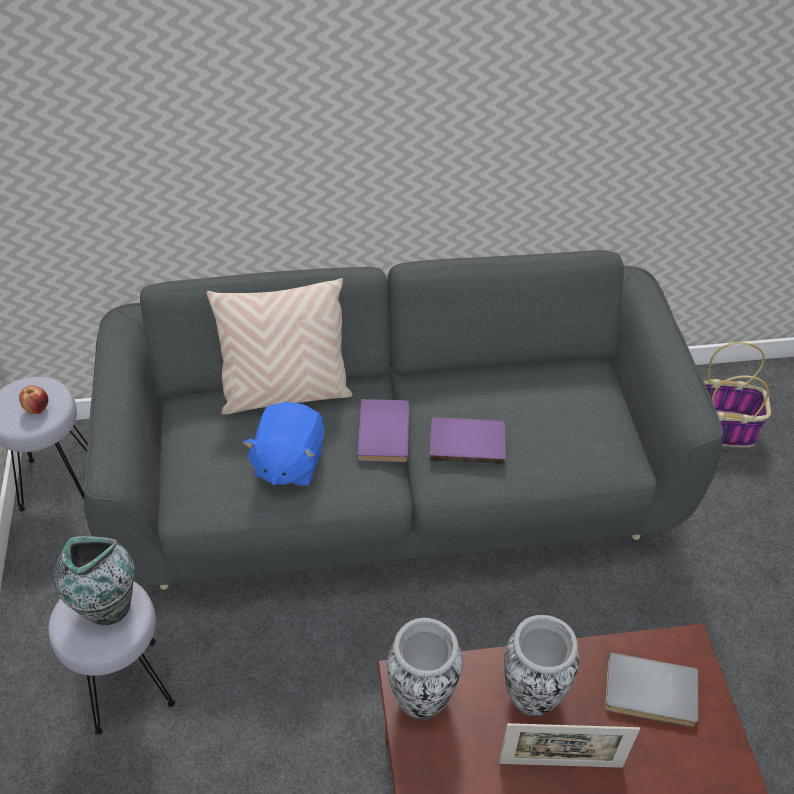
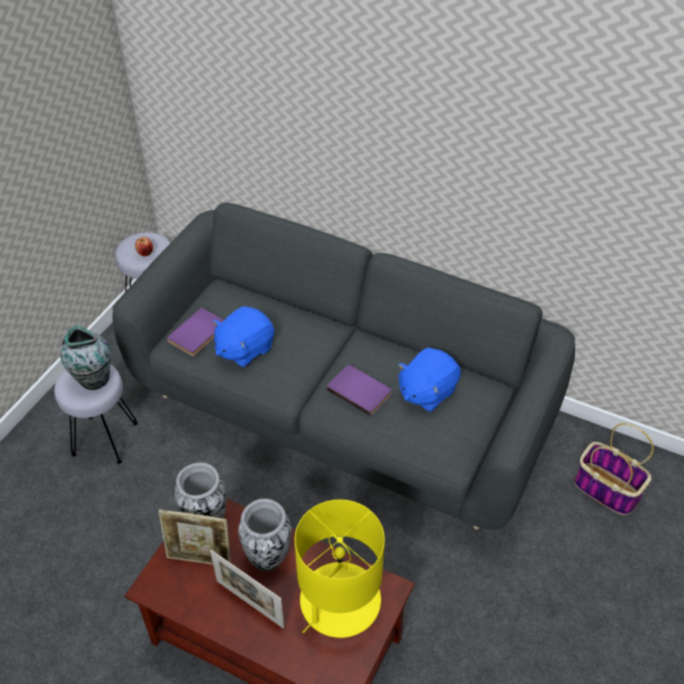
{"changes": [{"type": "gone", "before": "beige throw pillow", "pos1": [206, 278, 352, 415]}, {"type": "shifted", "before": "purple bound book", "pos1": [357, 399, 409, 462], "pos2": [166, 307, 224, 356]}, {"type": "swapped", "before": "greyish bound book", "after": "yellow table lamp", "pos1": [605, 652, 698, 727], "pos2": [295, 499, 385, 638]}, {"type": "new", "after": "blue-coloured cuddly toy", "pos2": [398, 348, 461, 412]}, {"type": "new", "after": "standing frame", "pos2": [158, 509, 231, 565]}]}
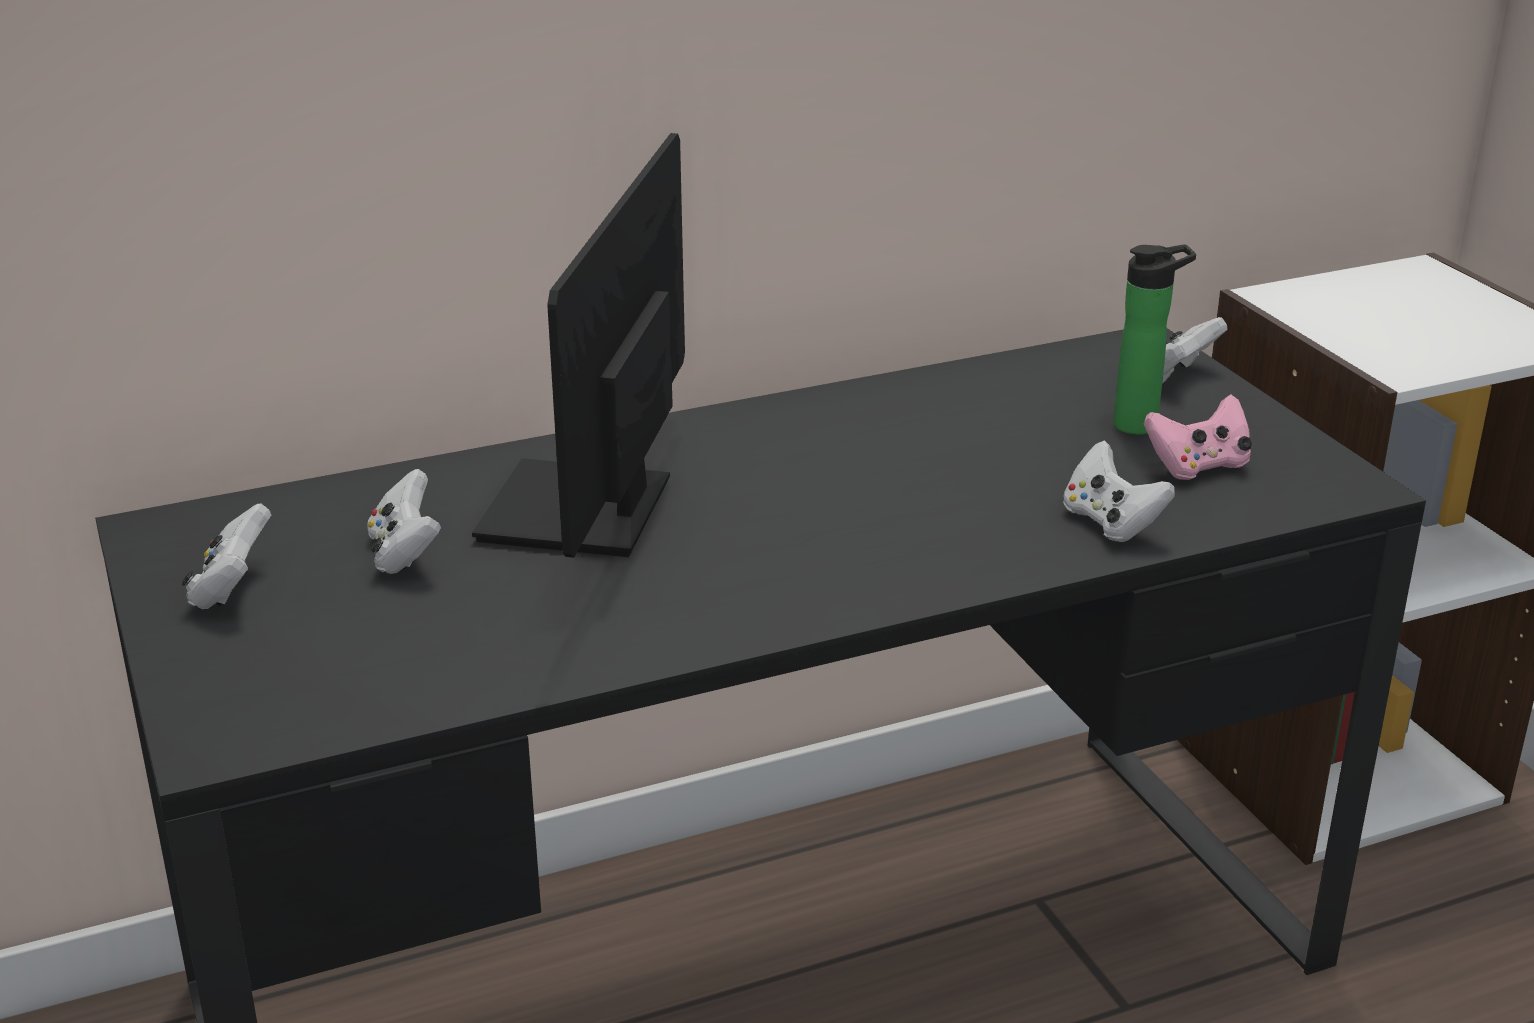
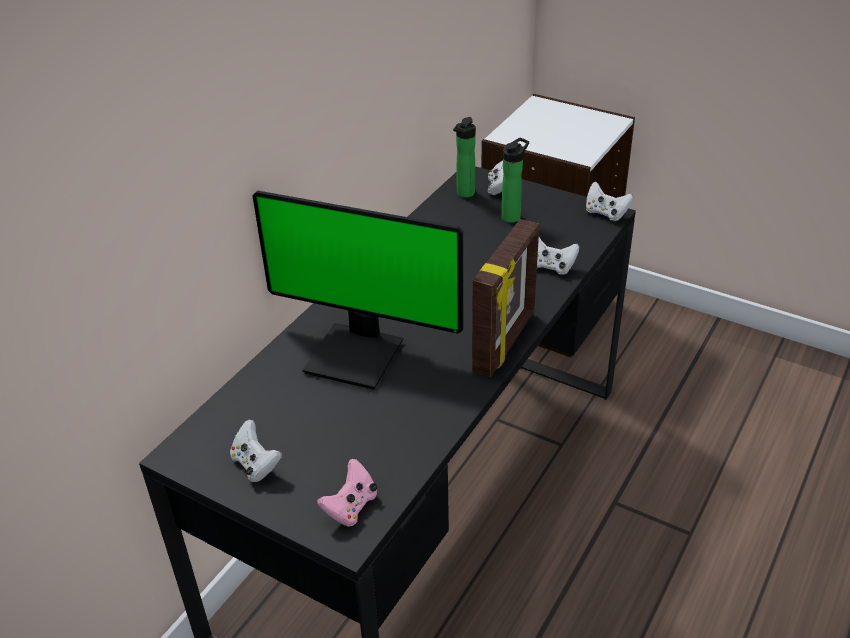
{"changes": [{"type": "rotated", "before": "monitor", "pos1": [472, 133, 685, 558], "pos2": [252, 190, 463, 390], "turn": -45}, {"type": "shifted", "before": "pinkish joypad", "pos1": [1144, 394, 1252, 480], "pos2": [317, 459, 377, 527]}, {"type": "shifted", "before": "white-coloured joypad", "pos1": [367, 469, 441, 574], "pos2": [586, 181, 634, 221]}, {"type": "new", "after": "beverage bottle", "pos2": [453, 117, 476, 198]}, {"type": "new", "after": "standing frame", "pos2": [472, 219, 539, 377]}]}
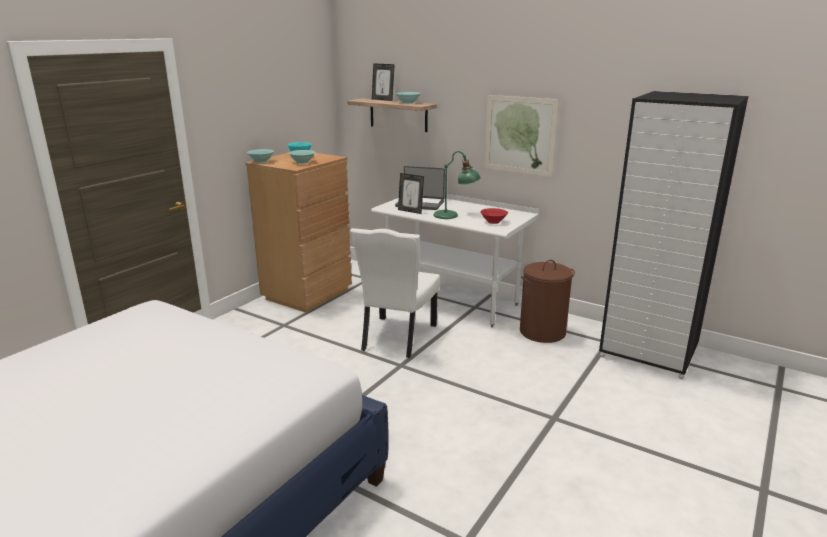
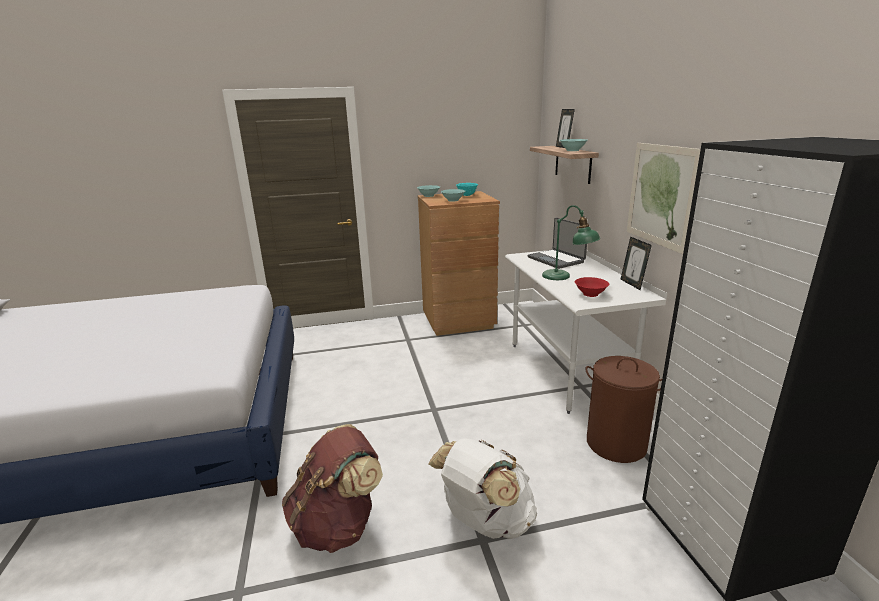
{"changes": [{"type": "shifted", "before": "standing frame", "pos1": [398, 173, 424, 214], "pos2": [620, 237, 652, 290]}, {"type": "gone", "before": "white-coloured upright chair", "pos1": [350, 228, 440, 358]}, {"type": "new", "after": "brown backpack", "pos2": [282, 424, 383, 553]}, {"type": "new", "after": "white-coloured backpack", "pos2": [429, 438, 537, 539]}]}
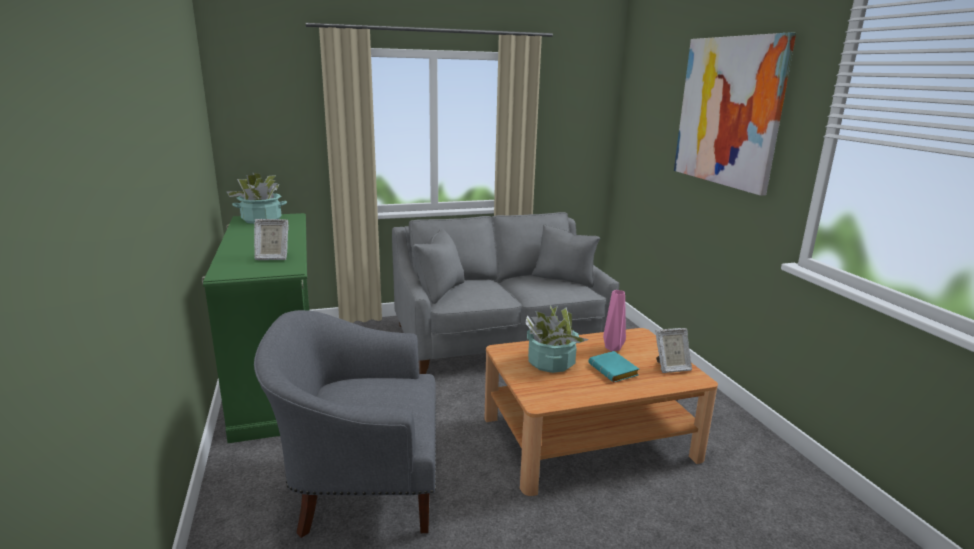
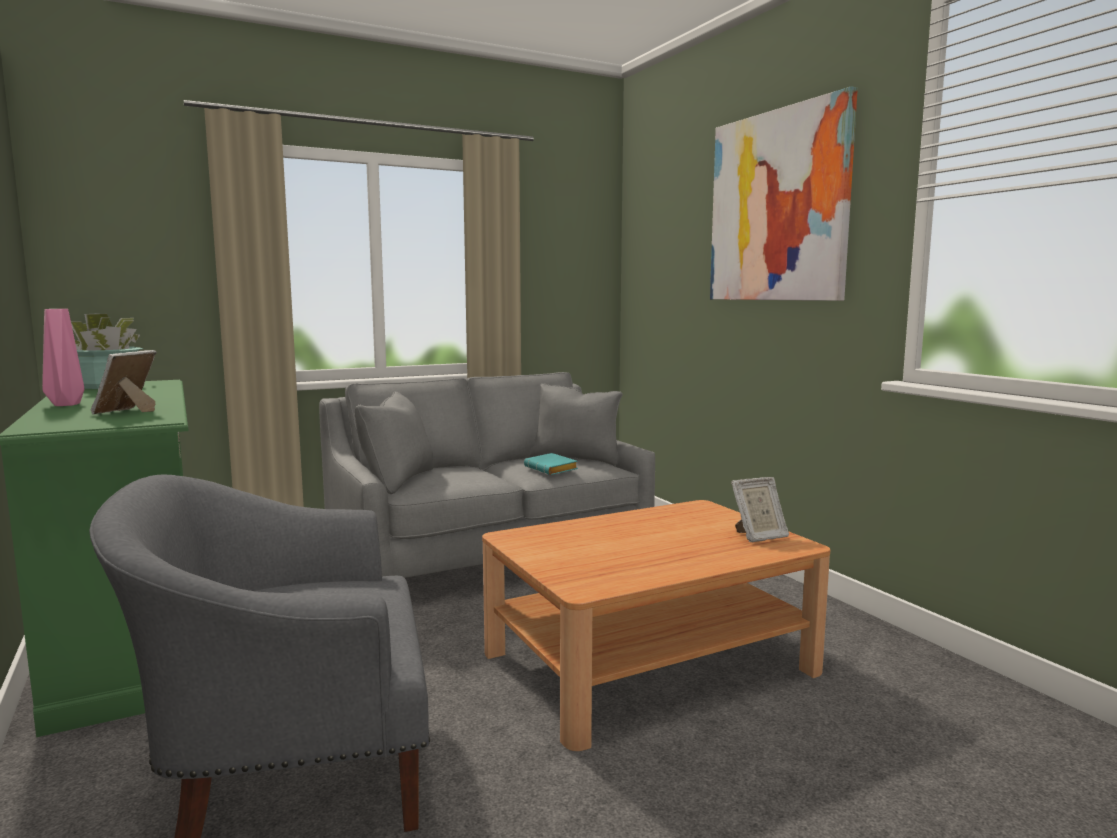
{"changes": [{"type": "rotated", "before": "standing frame", "pos1": [254, 219, 289, 260], "pos2": [91, 350, 157, 414], "turn": 120}, {"type": "shifted", "before": "pinkish flower vase", "pos1": [603, 290, 626, 351], "pos2": [42, 309, 84, 406]}, {"type": "gone", "before": "potted plant", "pos1": [525, 305, 589, 373]}, {"type": "shifted", "before": "turquoise bound book", "pos1": [589, 351, 639, 382], "pos2": [524, 453, 578, 475]}]}
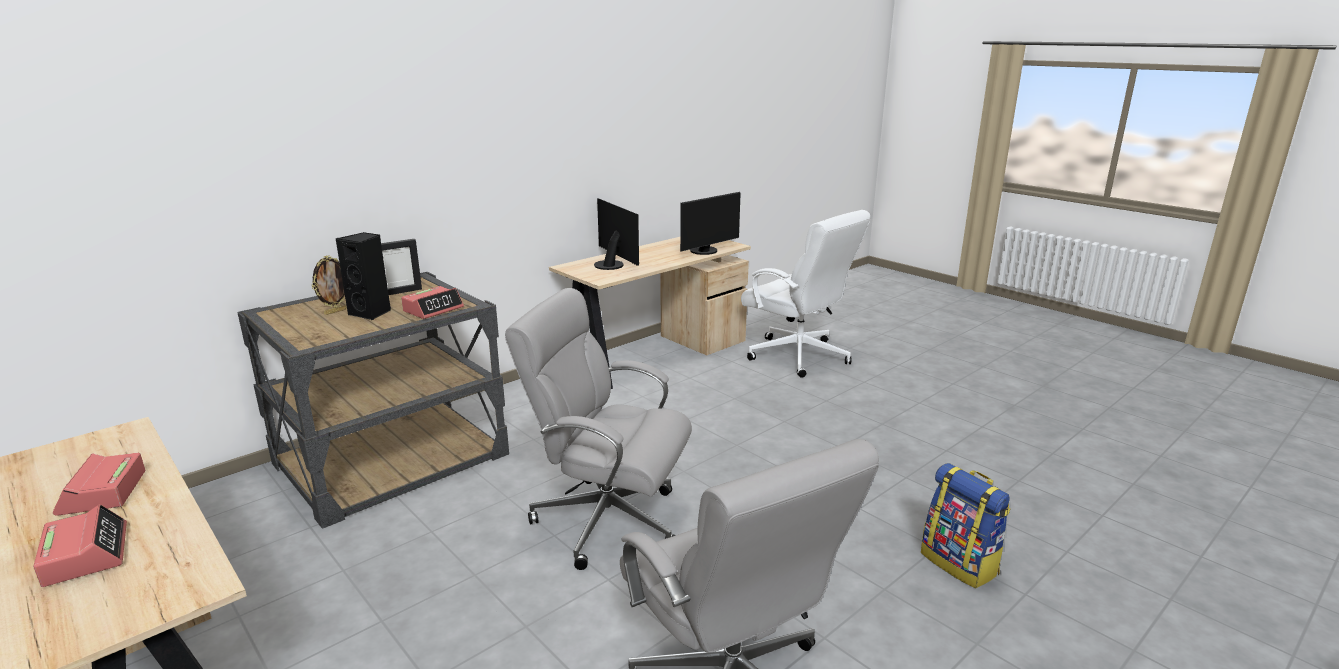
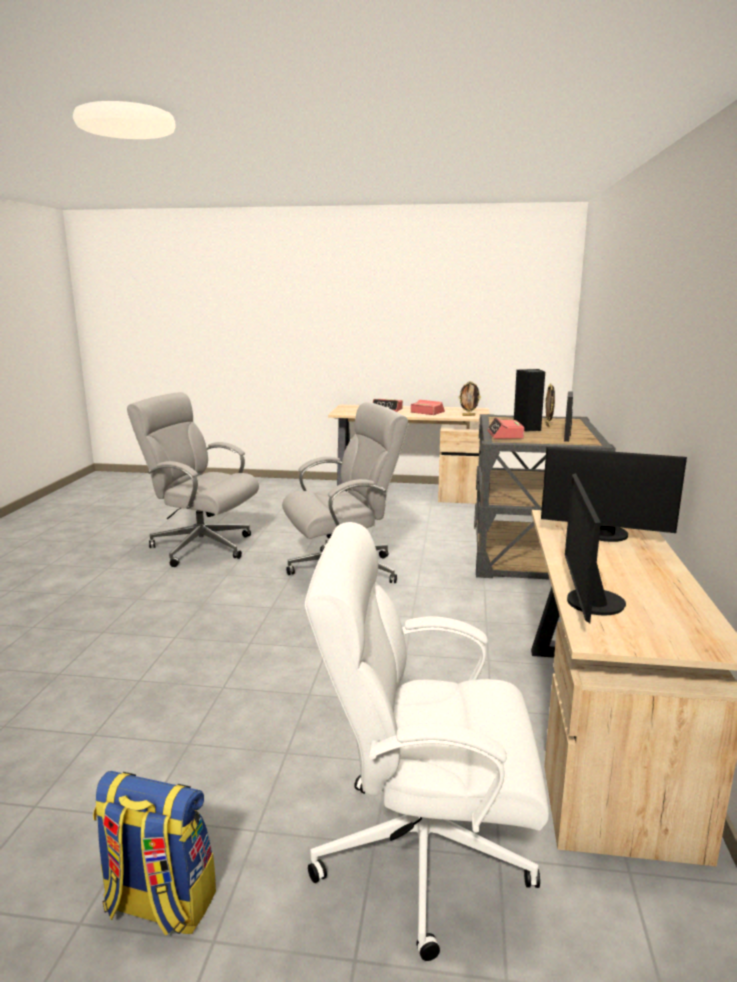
{"changes": [{"type": "shifted", "before": "backpack", "pos1": [921, 463, 1011, 589], "pos2": [93, 771, 216, 936]}, {"type": "new", "after": "standing frame", "pos2": [459, 381, 481, 416]}]}
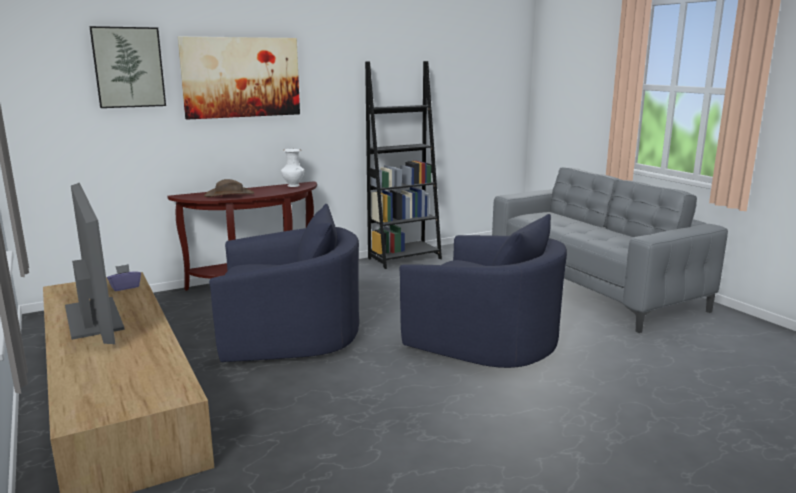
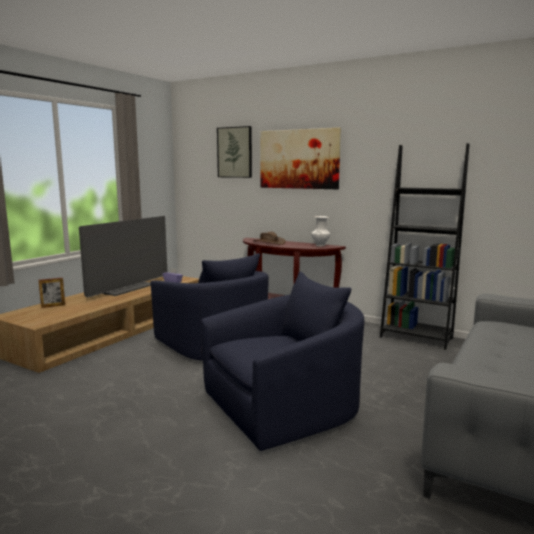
{"changes": [{"type": "rotated", "before": "blue-coloured armchair", "pos1": [399, 214, 567, 368], "pos2": [201, 272, 364, 451], "turn": -120}, {"type": "new", "after": "standing frame", "pos2": [38, 278, 65, 308]}]}
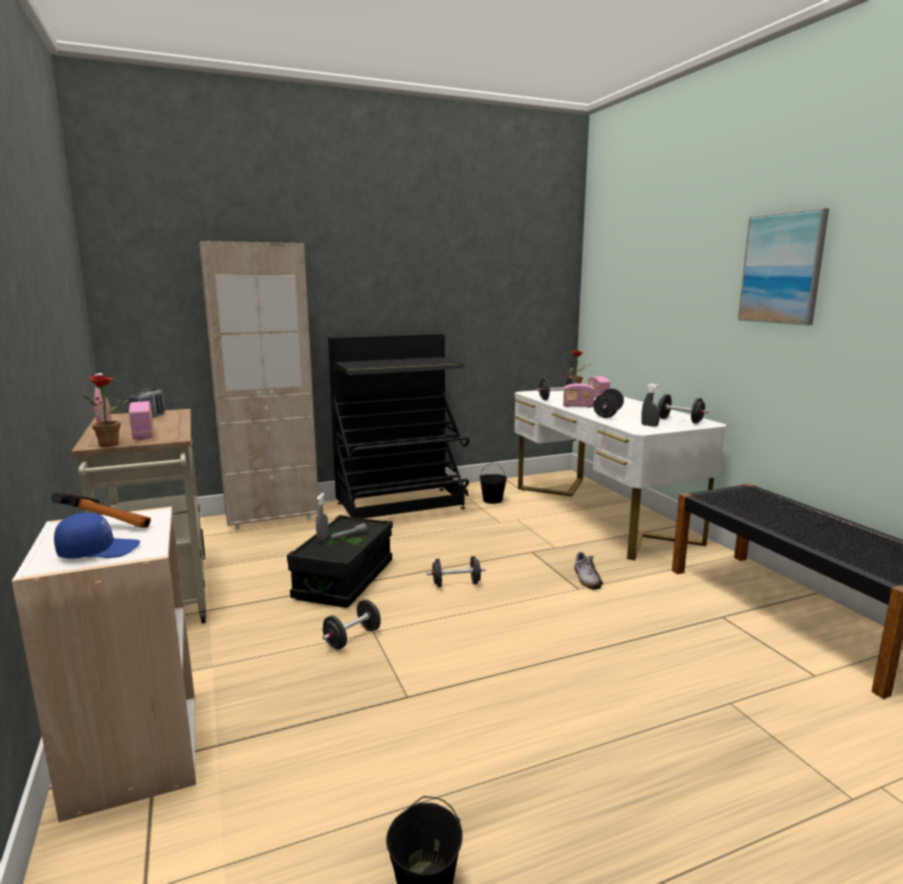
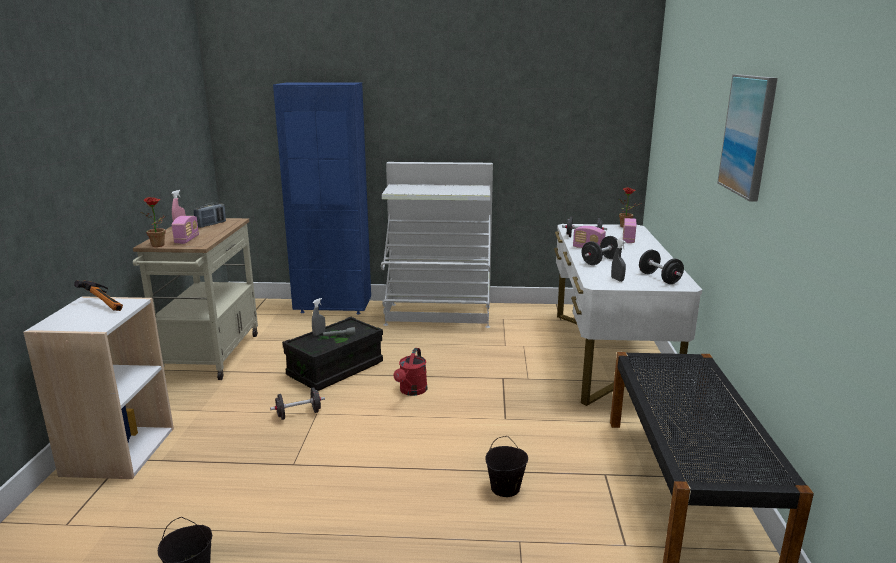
{"changes": [{"type": "repainted", "before": "beige cupboard", "after": "blue-coloured cupboard", "pos1": [199, 241, 318, 529], "pos2": [273, 82, 371, 314]}, {"type": "repainted", "before": "black shoe stand", "after": "white-coloured shoe stand", "pos1": [328, 334, 469, 518], "pos2": [381, 162, 493, 328]}, {"type": "shifted", "before": "black bucket", "pos1": [480, 462, 507, 504], "pos2": [486, 436, 528, 497]}, {"type": "gone", "before": "blue-coloured baseball cap", "pos1": [54, 513, 140, 559]}, {"type": "gone", "before": "shoe", "pos1": [574, 552, 603, 590]}, {"type": "swapped", "before": "black hand weight", "after": "red watering can", "pos1": [427, 556, 486, 587], "pos2": [394, 348, 427, 396]}]}
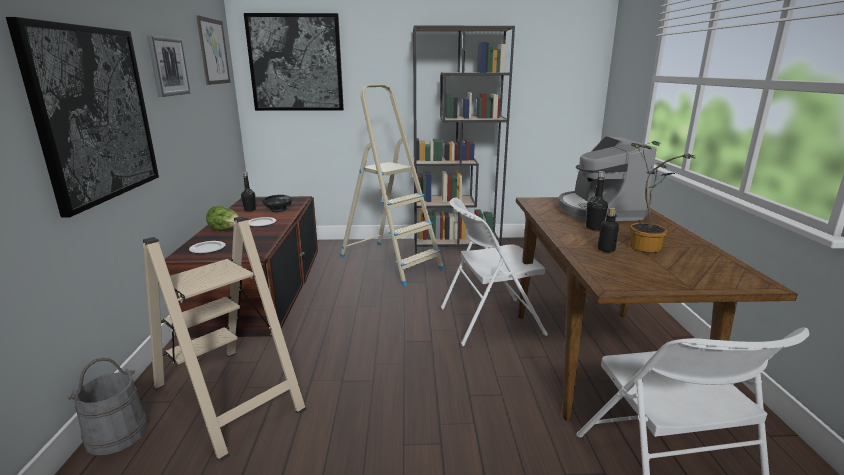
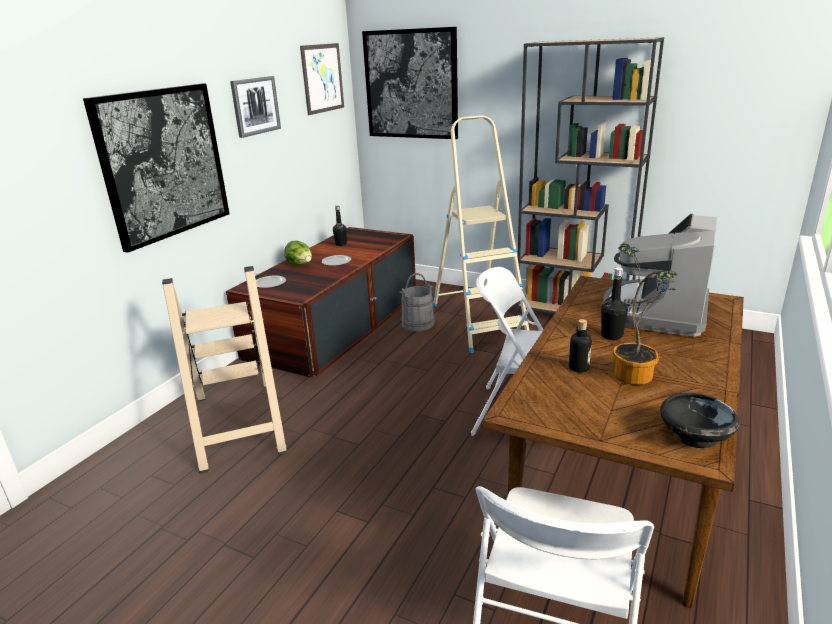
{"changes": [{"type": "shifted", "before": "black serving bowl", "pos1": [262, 195, 292, 212], "pos2": [660, 393, 740, 449]}, {"type": "shifted", "before": "greyish bucket", "pos1": [67, 358, 147, 455], "pos2": [400, 273, 435, 331]}]}
